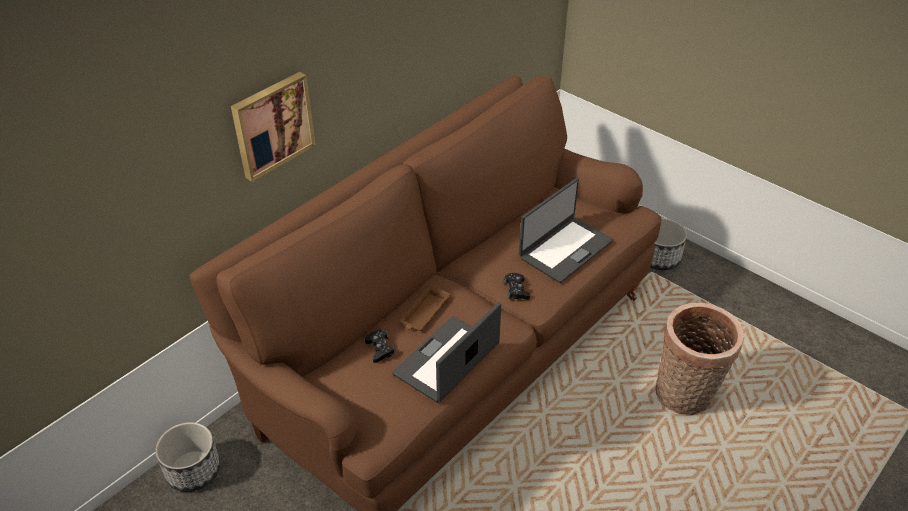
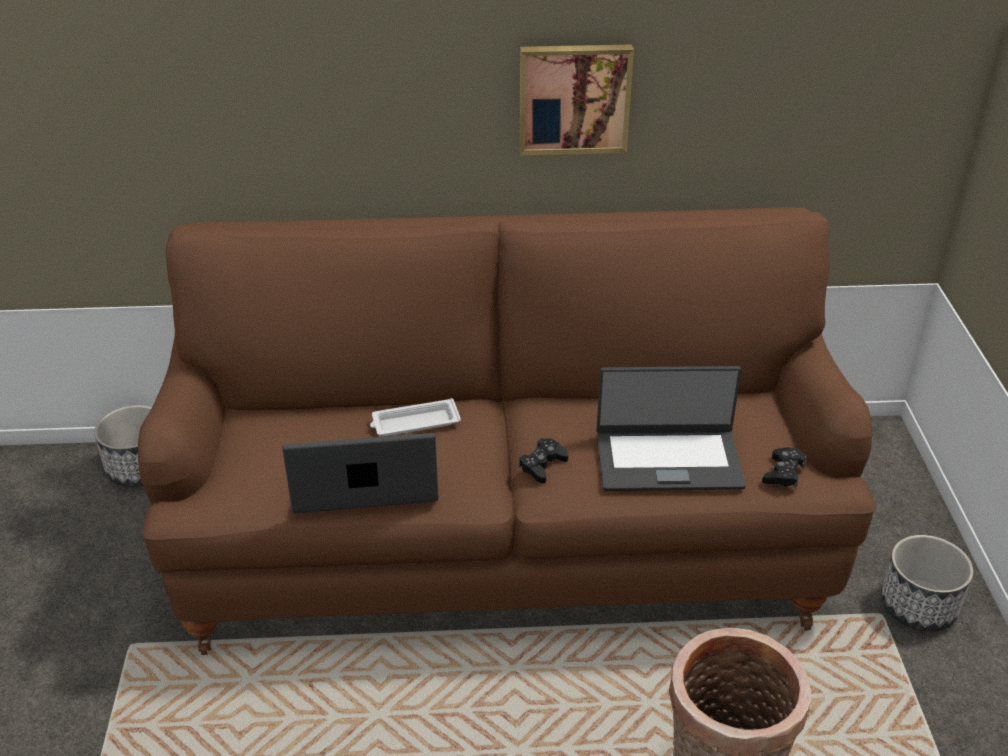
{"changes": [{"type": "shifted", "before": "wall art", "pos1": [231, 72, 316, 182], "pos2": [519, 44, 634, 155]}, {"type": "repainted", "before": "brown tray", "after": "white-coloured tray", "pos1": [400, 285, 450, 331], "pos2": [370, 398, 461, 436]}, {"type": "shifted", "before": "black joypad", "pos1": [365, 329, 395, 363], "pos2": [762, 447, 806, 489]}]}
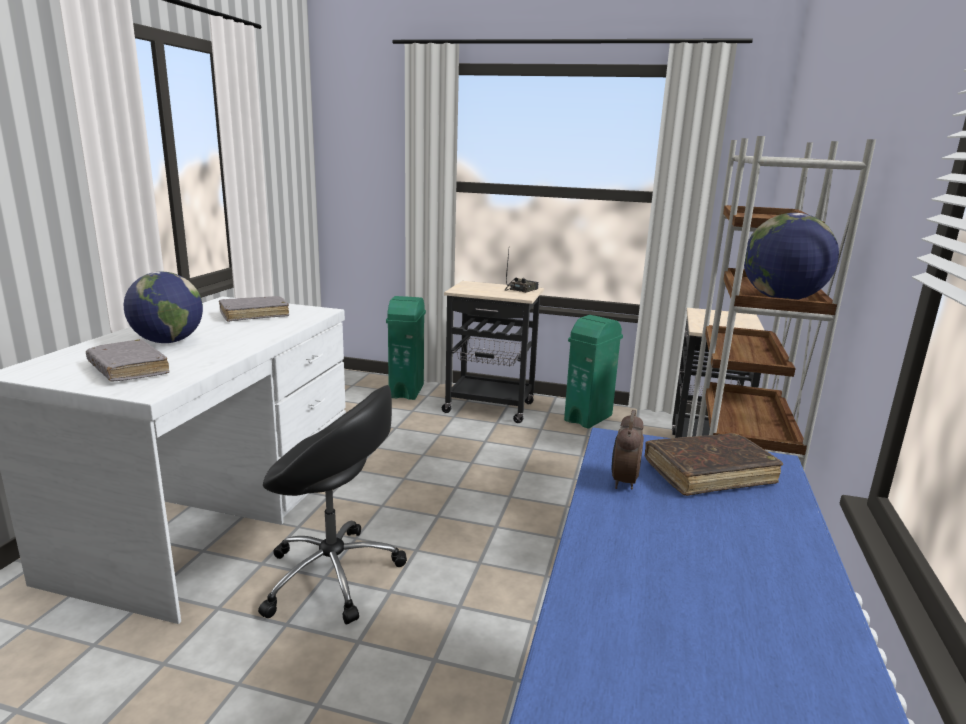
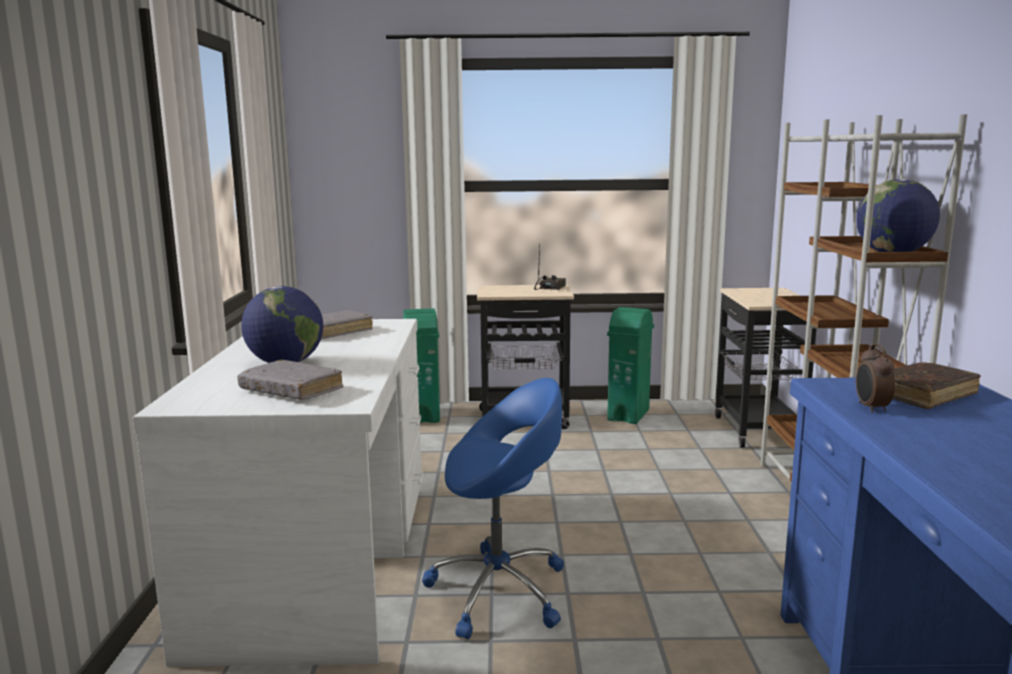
{"changes": [{"type": "repainted", "before": "black desk chair", "after": "blue-coloured desk chair", "pos1": [258, 385, 407, 625], "pos2": [422, 378, 564, 639]}]}
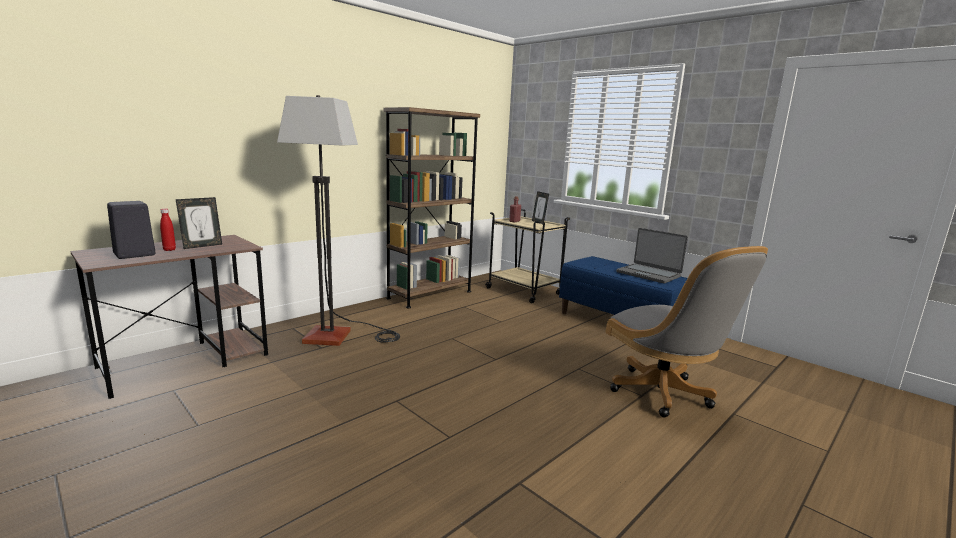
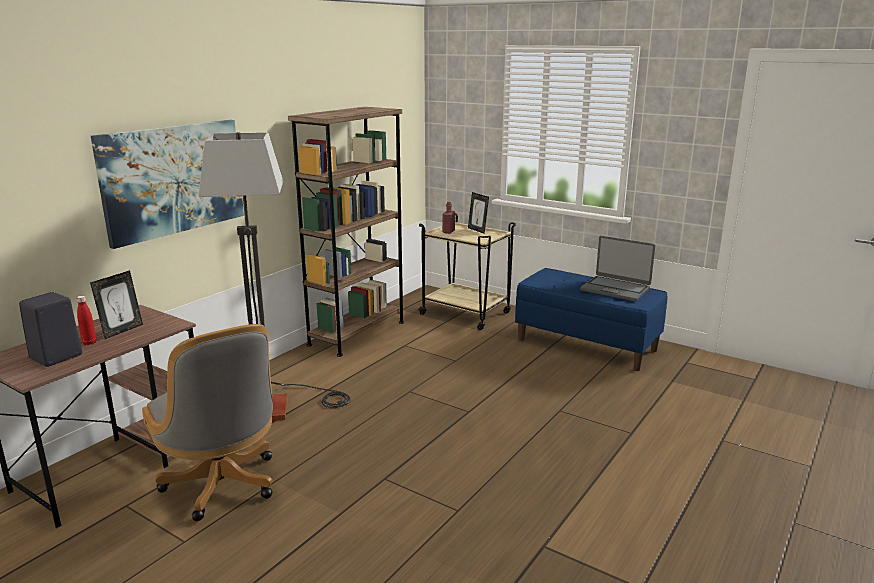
{"changes": [{"type": "shifted", "before": "greyish desk chair", "pos1": [605, 246, 768, 417], "pos2": [142, 324, 273, 521]}, {"type": "new", "after": "wall art", "pos2": [91, 120, 244, 249]}]}
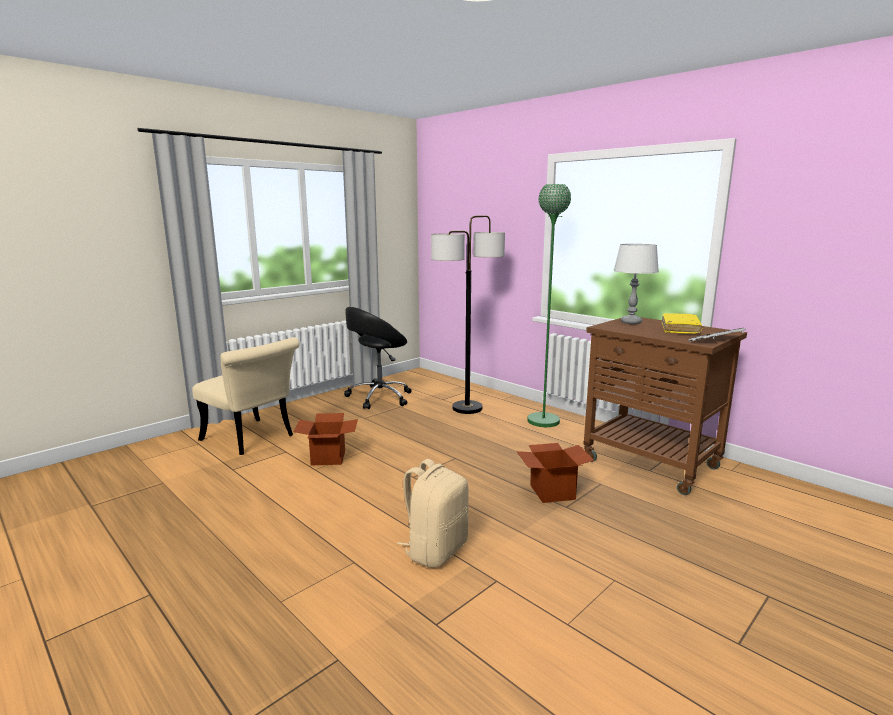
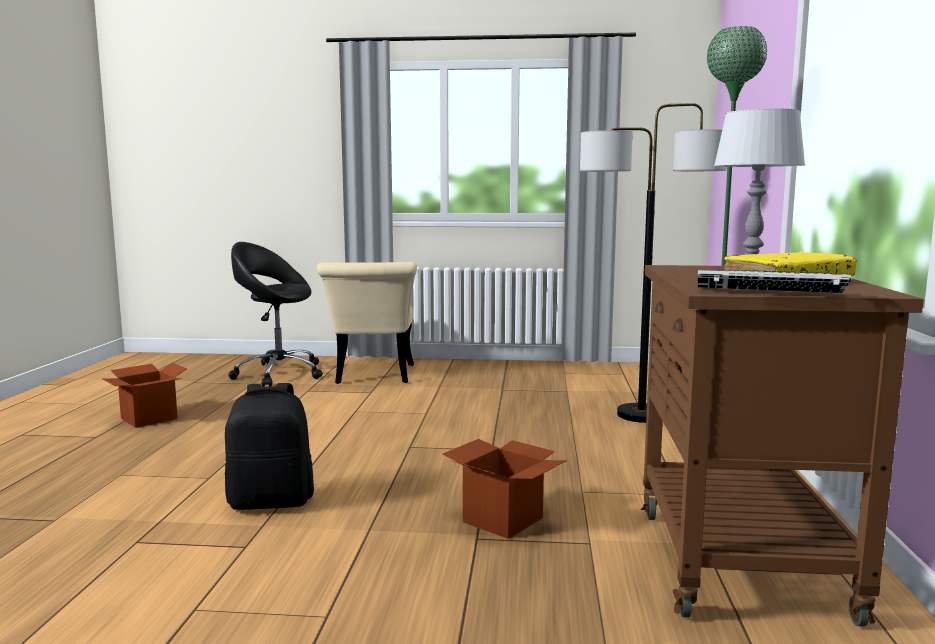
{"changes": [{"type": "shifted", "before": "black desk chair", "pos1": [344, 307, 412, 409], "pos2": [229, 242, 323, 387]}, {"type": "shifted", "before": "cardboard box", "pos1": [293, 413, 358, 466], "pos2": [103, 363, 187, 428]}, {"type": "repainted", "before": "beige backpack", "after": "black backpack", "pos1": [397, 459, 468, 568], "pos2": [225, 383, 314, 510]}]}
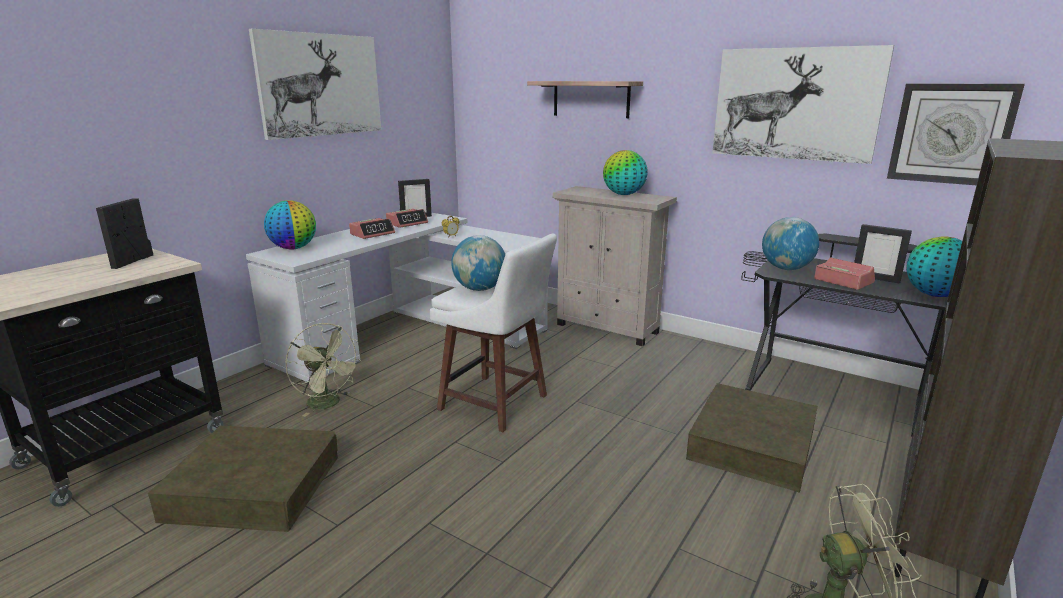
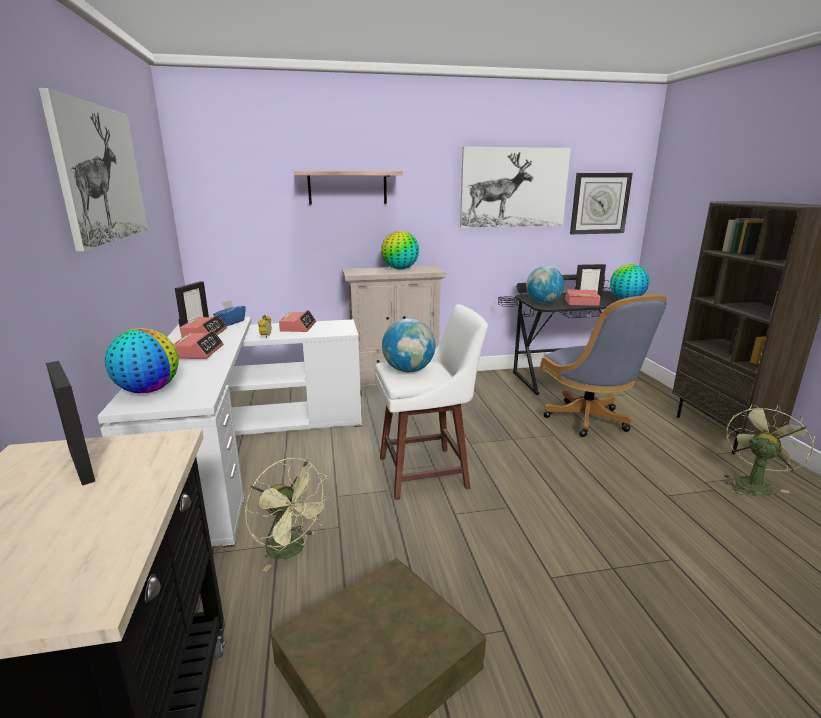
{"changes": [{"type": "rotated", "before": "green-coloured fan", "pos1": [285, 323, 362, 417], "pos2": [245, 458, 332, 572], "turn": 45}, {"type": "swapped", "before": "brown storage container", "after": "blue-coloured desk chair", "pos1": [686, 383, 818, 493], "pos2": [540, 295, 667, 437]}, {"type": "new", "after": "blue-coloured box of tissues", "pos2": [213, 300, 246, 326]}, {"type": "new", "after": "alarm clock", "pos2": [279, 310, 316, 332]}]}
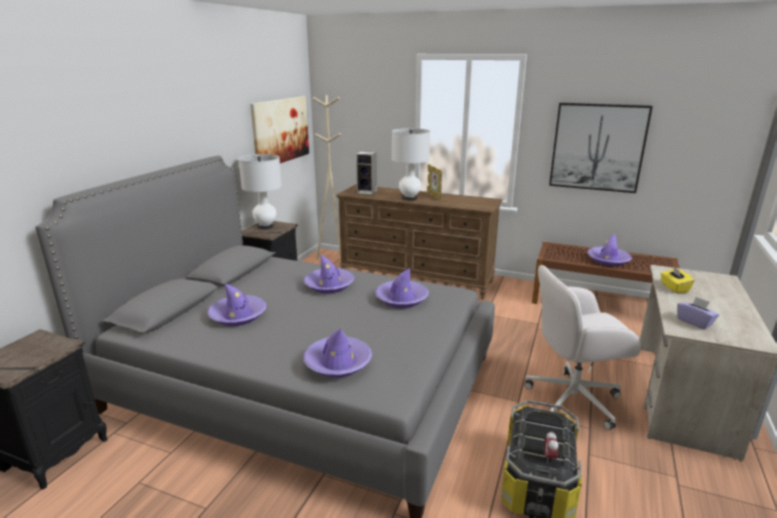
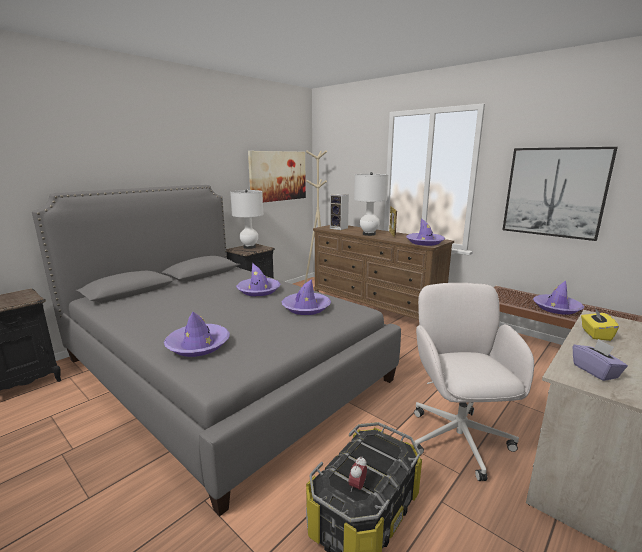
{"changes": [{"type": "rotated", "before": "white-coloured desk chair", "pos1": [524, 265, 641, 430], "pos2": [414, 283, 534, 481], "turn": 75}, {"type": "shifted", "before": "purple wearable hat", "pos1": [207, 283, 267, 326], "pos2": [406, 218, 445, 246]}]}
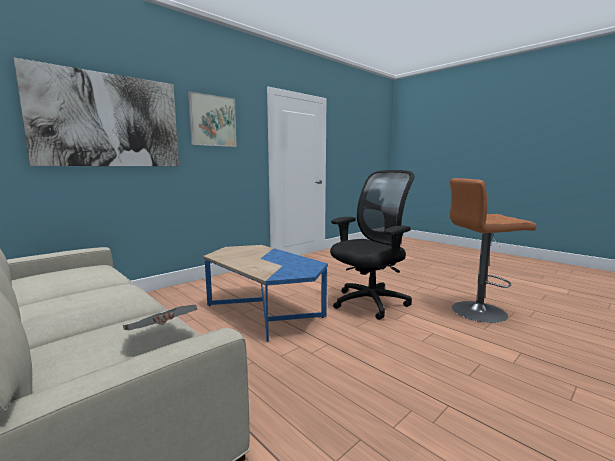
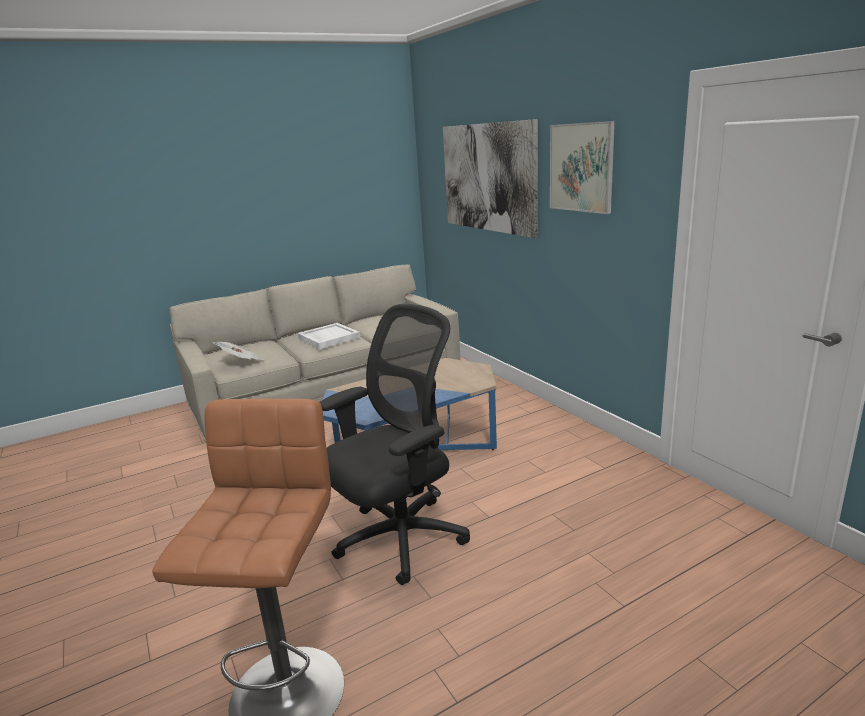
{"changes": [{"type": "rotated", "before": "black desk chair", "pos1": [330, 170, 415, 320], "pos2": [320, 304, 470, 585], "turn": -105}, {"type": "new", "after": "white-coloured tray", "pos2": [298, 323, 360, 349]}]}
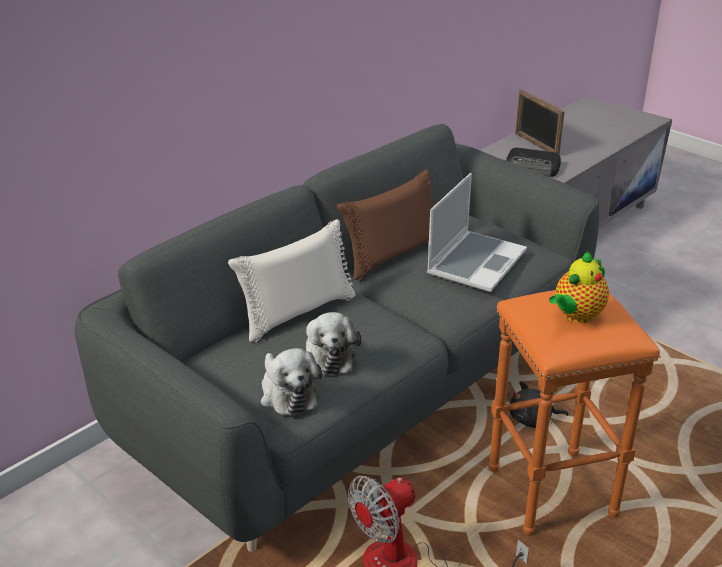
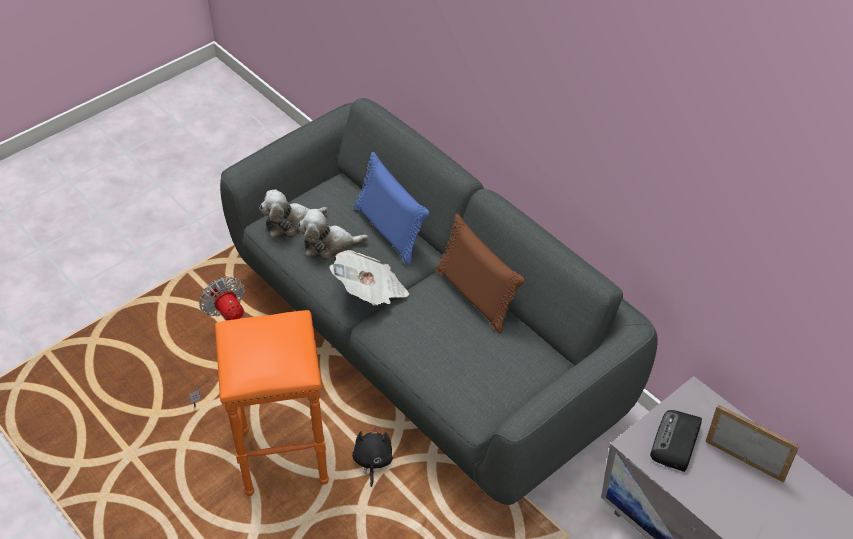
{"changes": [{"type": "rotated", "before": "standing frame", "pos1": [515, 89, 565, 154], "pos2": [705, 405, 799, 483], "turn": 60}, {"type": "gone", "before": "portable computer", "pos1": [427, 173, 527, 292]}, {"type": "repainted", "before": "white-coloured throw pillow", "after": "blue-coloured throw pillow", "pos1": [228, 219, 356, 342], "pos2": [353, 152, 429, 266]}, {"type": "gone", "before": "pot for tea", "pos1": [549, 251, 609, 323]}, {"type": "new", "after": "newspaper", "pos2": [329, 250, 409, 306]}]}
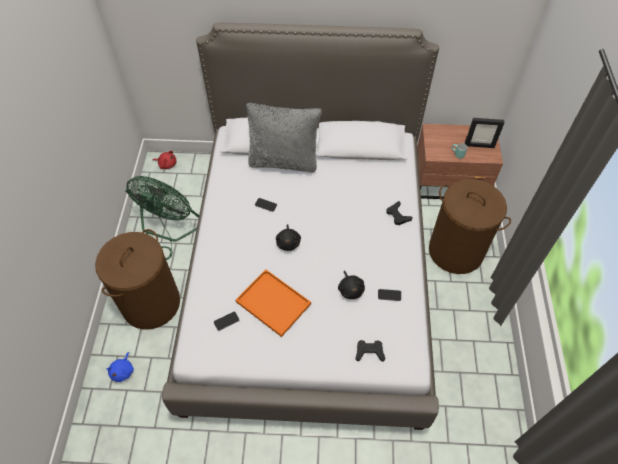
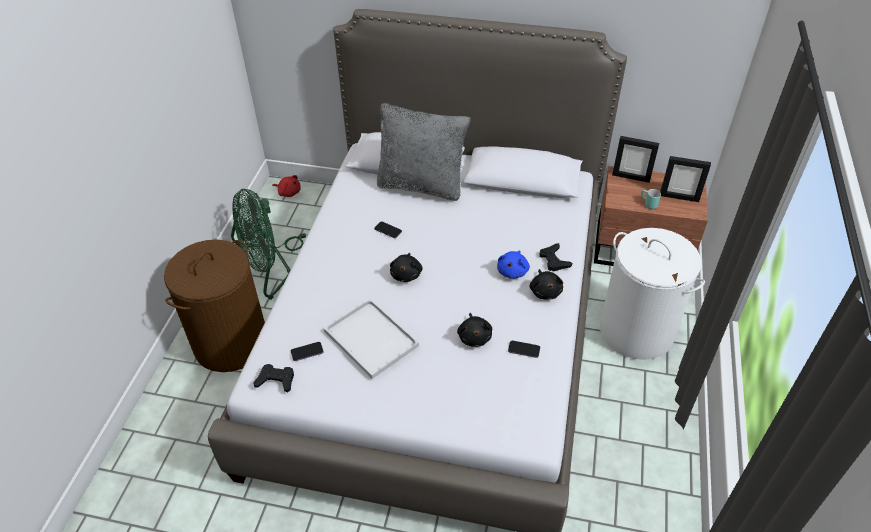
{"changes": [{"type": "rotated", "before": "green-coloured fan", "pos1": [125, 176, 199, 260], "pos2": [231, 189, 307, 300], "turn": -150}, {"type": "repainted", "before": "brown laundry basket", "after": "white-coloured laundry basket", "pos1": [429, 179, 511, 274], "pos2": [600, 228, 705, 360]}, {"type": "repainted", "before": "orangey tray", "after": "white-coloured tray", "pos1": [236, 269, 311, 337], "pos2": [324, 299, 419, 379]}, {"type": "shifted", "before": "black joypad", "pos1": [355, 340, 385, 362], "pos2": [253, 364, 294, 392]}, {"type": "shifted", "before": "blue-coloured cuddly toy", "pos1": [106, 352, 134, 382], "pos2": [497, 251, 530, 279]}, {"type": "new", "after": "standing frame", "pos2": [612, 136, 659, 183]}, {"type": "new", "after": "black cuddly toy", "pos2": [530, 269, 563, 300]}]}
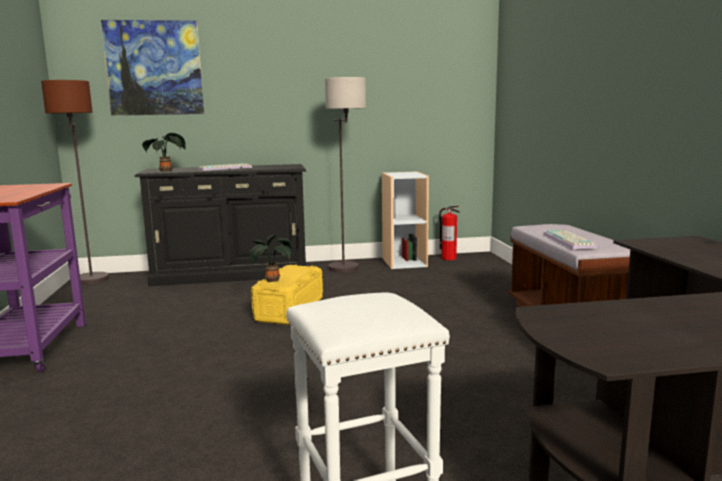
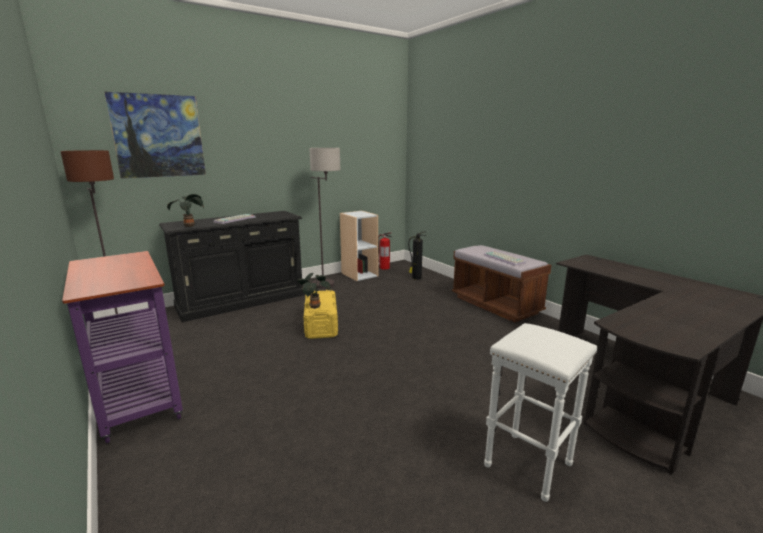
{"changes": [{"type": "new", "after": "fire extinguisher", "pos2": [408, 231, 426, 280]}]}
